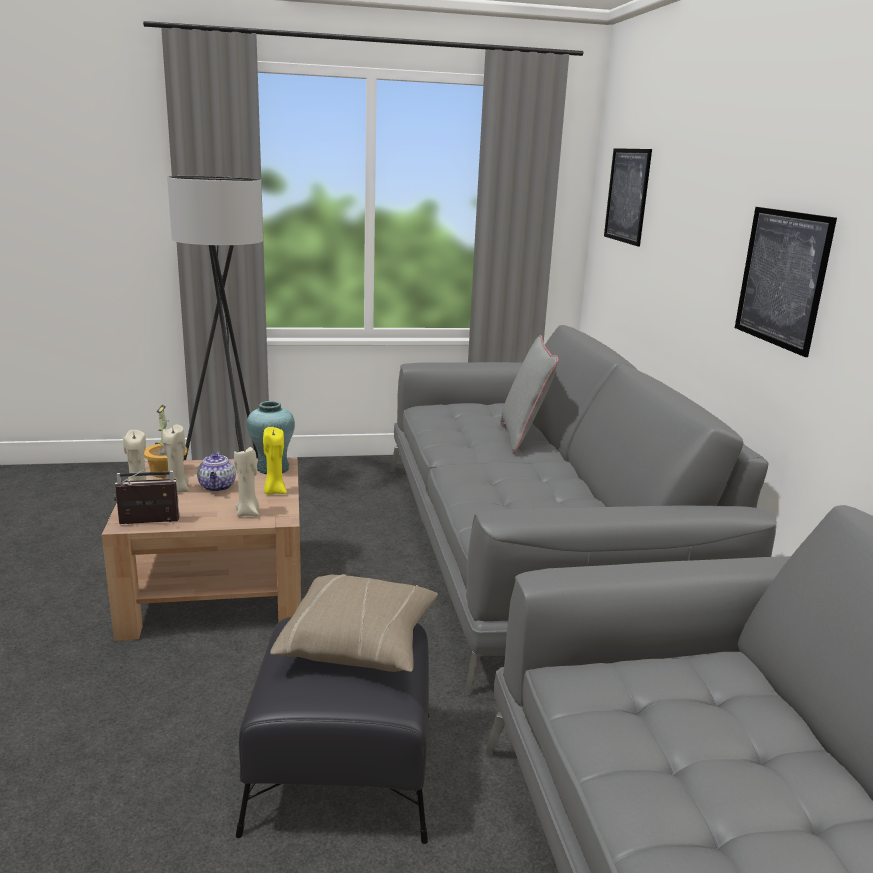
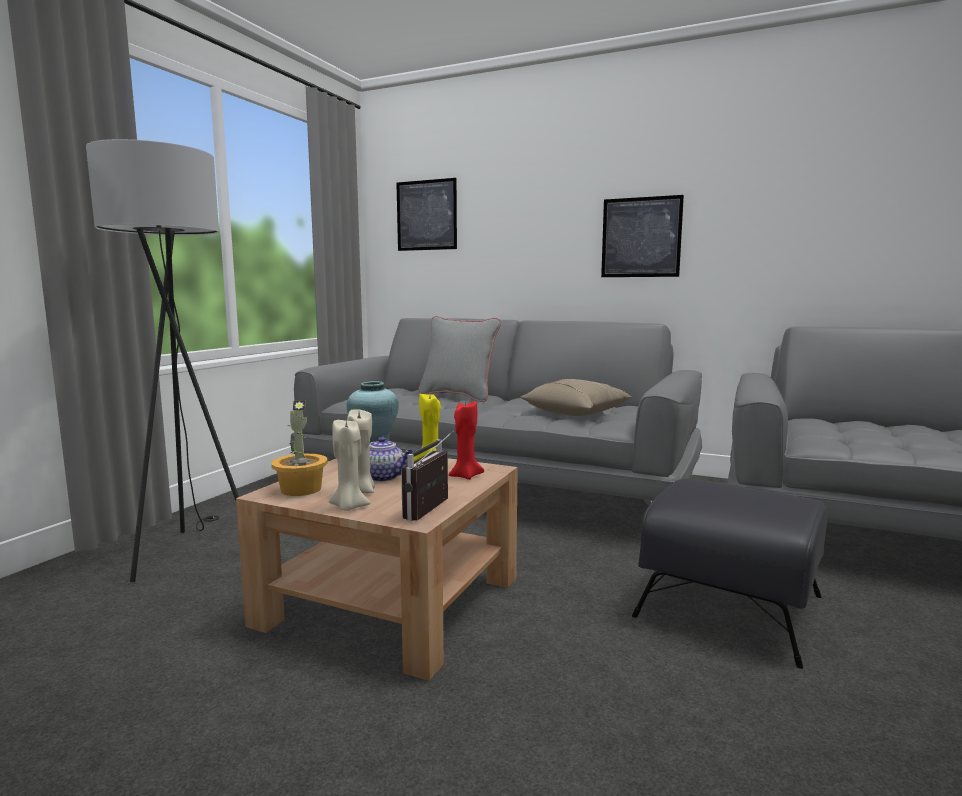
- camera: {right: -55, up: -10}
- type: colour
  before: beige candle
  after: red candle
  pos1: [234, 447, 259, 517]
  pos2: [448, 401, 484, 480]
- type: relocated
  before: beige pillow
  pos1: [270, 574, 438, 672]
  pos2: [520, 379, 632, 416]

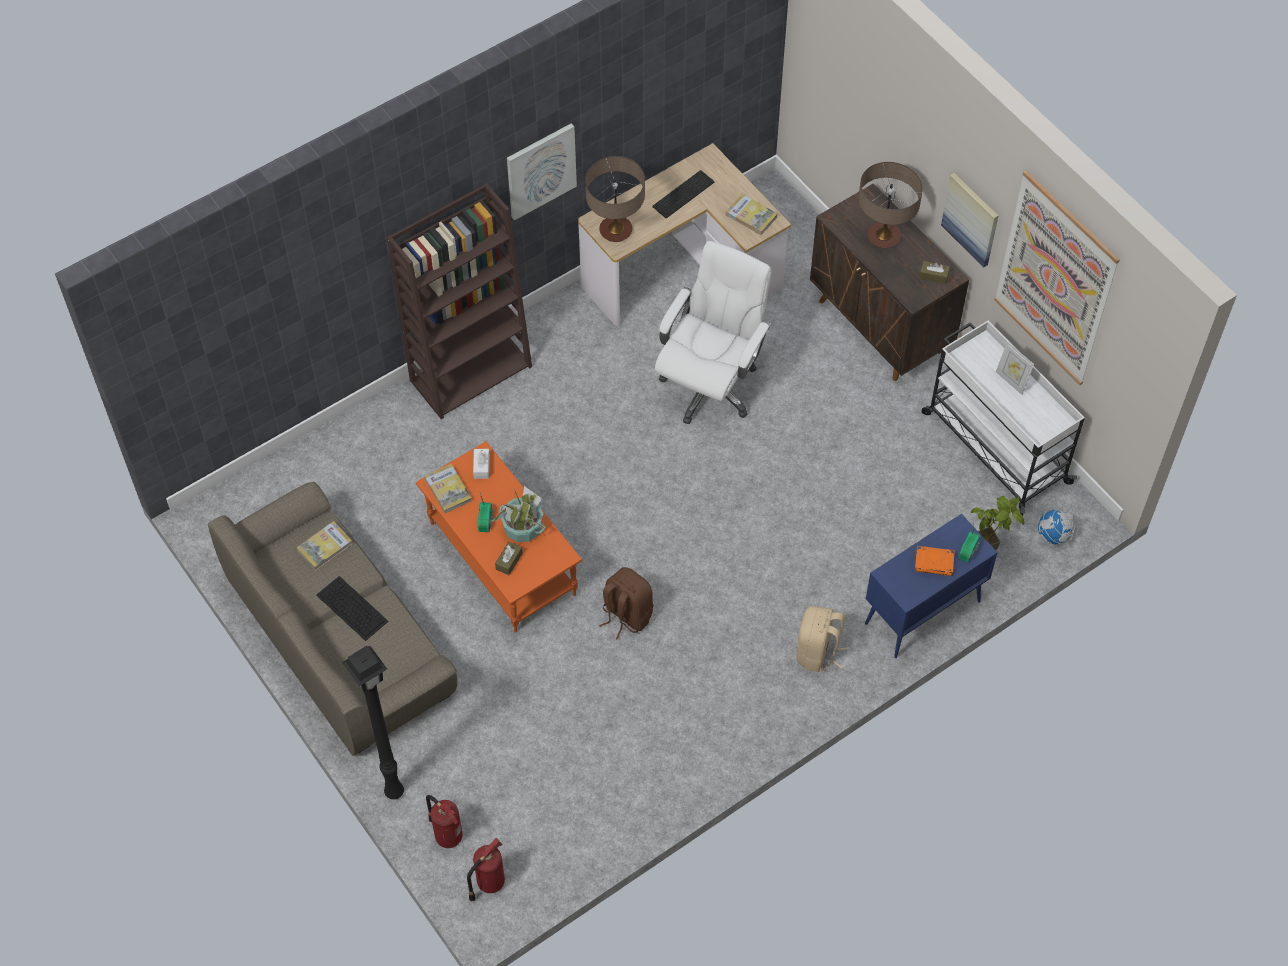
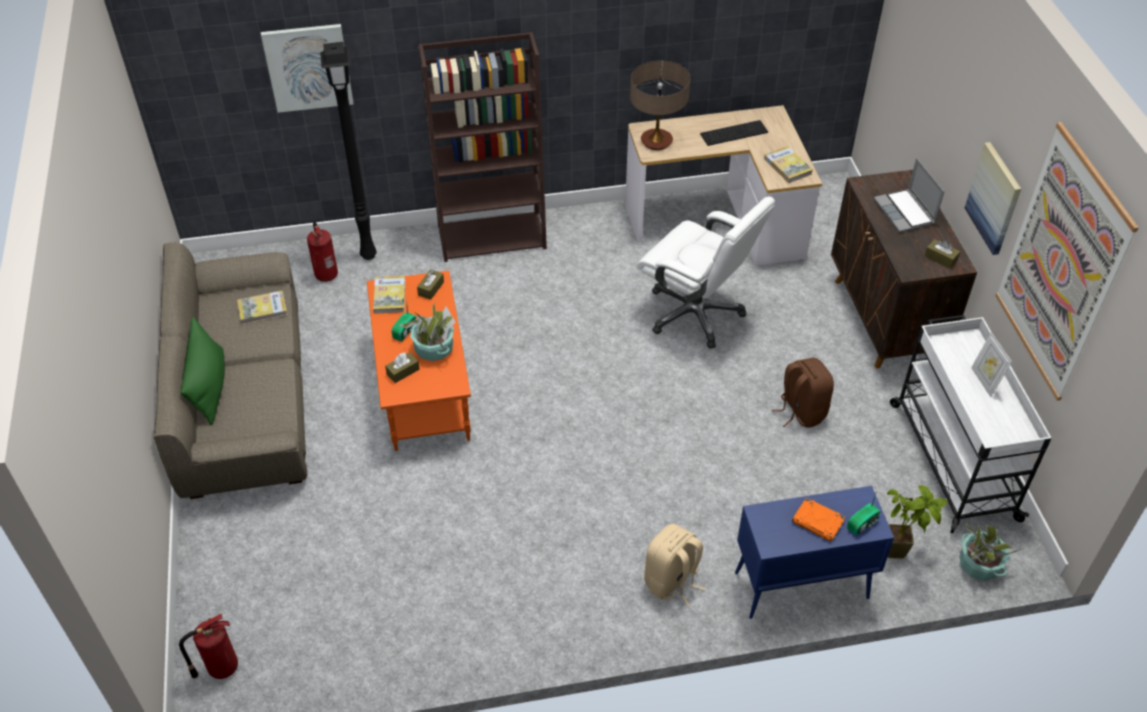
- camera: {right: 25, up: -10}
- type: missing
  before: keyboard
  pos1: [316, 576, 389, 641]
- type: relocated
  before: black floor lamp
  pos1: [342, 646, 404, 799]
  pos2: [320, 42, 377, 260]
- type: relocated
  before: fire extinguisher
  pos1: [426, 795, 463, 848]
  pos2: [307, 222, 338, 282]
- type: colour
  before: white tissue box
  after: brown tissue box
  pos1: [473, 449, 490, 479]
  pos2: [417, 269, 444, 300]
- type: relocated
  before: picture
  pos1: [507, 123, 577, 220]
  pos2: [261, 24, 354, 113]
- type: relocated
  before: brown backpack
  pos1: [599, 567, 653, 640]
  pos2: [772, 358, 834, 428]
- type: spun
  before: white office chair
  pos1: [655, 241, 771, 424]
  pos2: [637, 196, 775, 349]
  turn: 75
- type: exchanged
  before: table lamp
  after: laptop
  pos1: [858, 162, 923, 248]
  pos2: [874, 158, 944, 232]
- type: exchanged
  before: globe
  after: potted plant
  pos1: [1038, 508, 1075, 544]
  pos2: [959, 523, 1022, 581]
- type: appeared
  after: green pillow
  pos2: [180, 317, 225, 425]

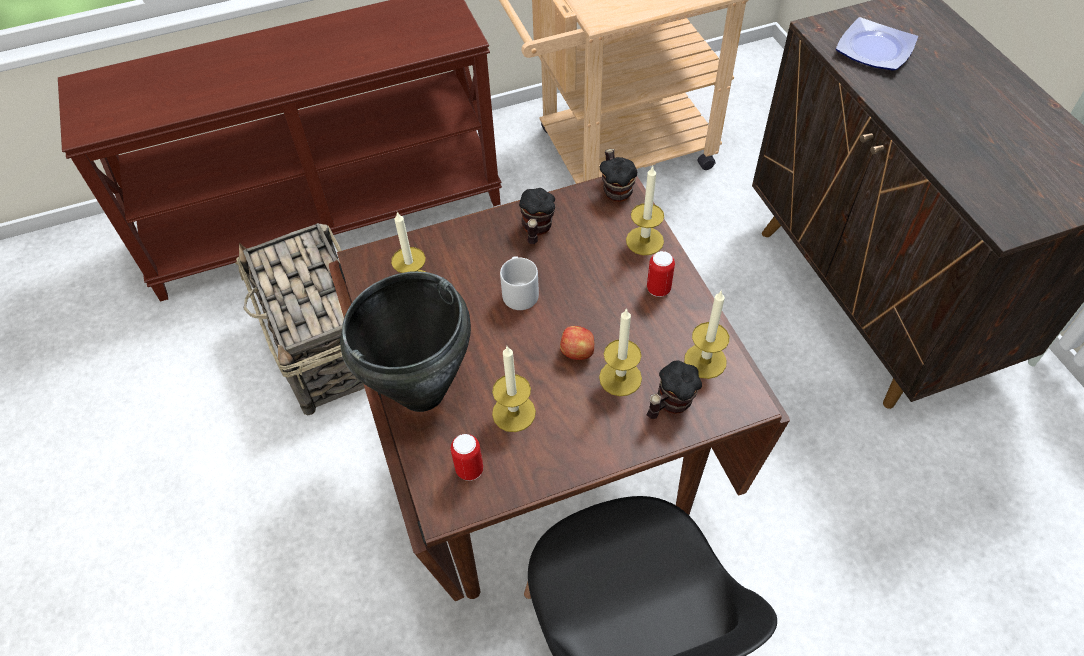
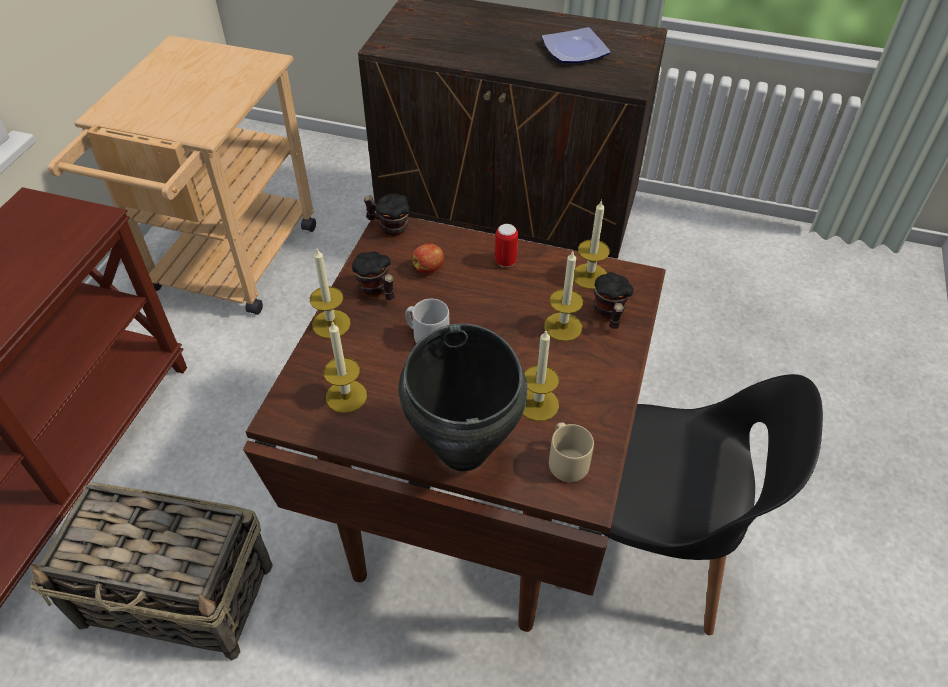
- camera: {right: -55, up: -5}
- type: exchanged
  before: can
  after: beige mug
  pos1: [451, 434, 483, 481]
  pos2: [549, 422, 594, 482]
- type: relocated
  before: apple
  pos1: [560, 326, 594, 360]
  pos2: [411, 244, 444, 273]
- type: relocated
  before: candle
  pos1: [626, 166, 664, 255]
  pos2: [310, 249, 351, 339]
- type: relocated
  before: plate
  pos1: [836, 17, 918, 71]
  pos2: [542, 27, 611, 63]

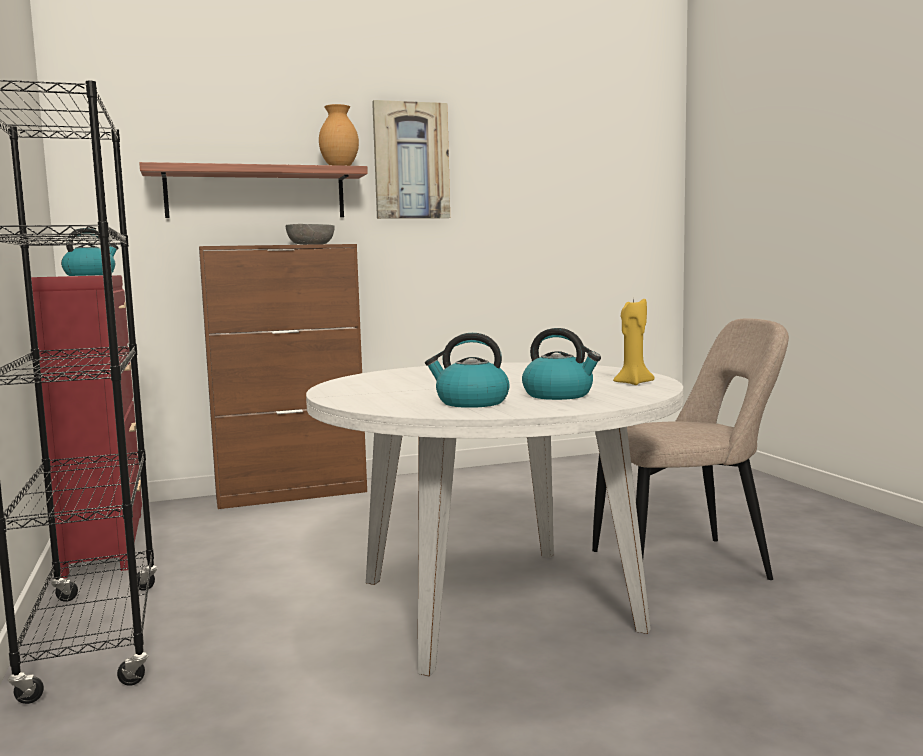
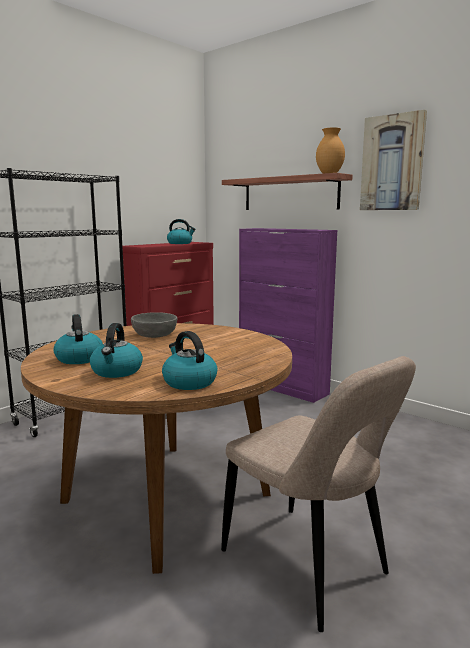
- camera: {right: 60, up: 5}
- type: colour
  before: brown cabinet
  after: purple cabinet
  pos1: [199, 244, 367, 509]
  pos2: [239, 228, 337, 403]
- type: relocated
  before: grey bowl
  pos1: [286, 224, 334, 245]
  pos2: [131, 312, 177, 338]
- type: colour
  before: white dining table
  after: brown dining table
  pos1: [306, 362, 683, 676]
  pos2: [21, 323, 292, 574]
- type: exchanged
  before: yellow candle
  after: kettle
  pos1: [613, 296, 655, 385]
  pos2: [162, 331, 217, 390]

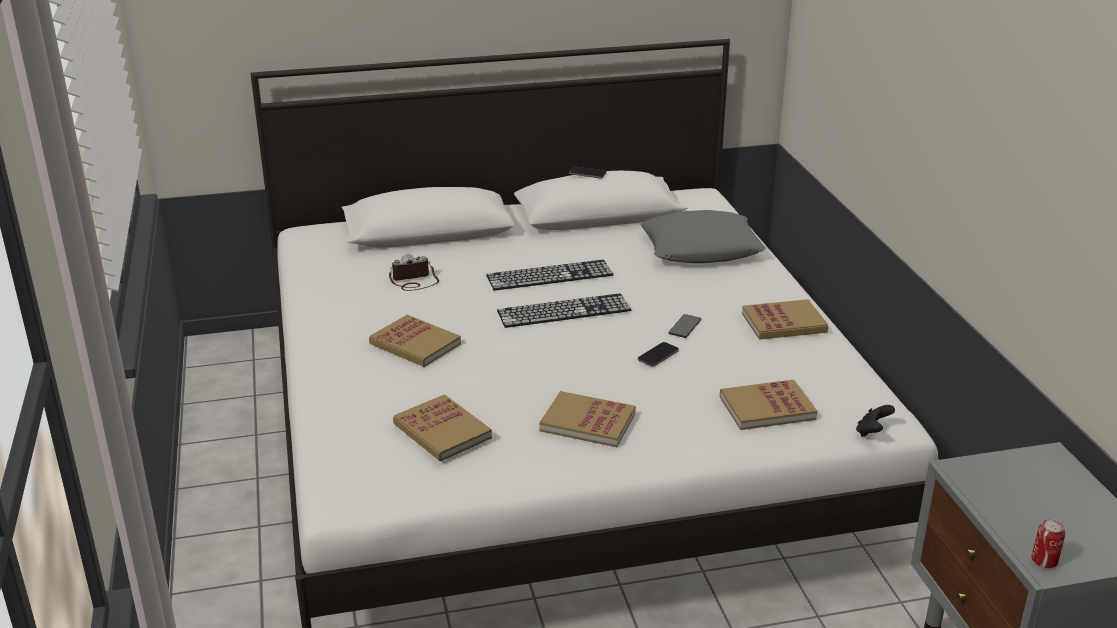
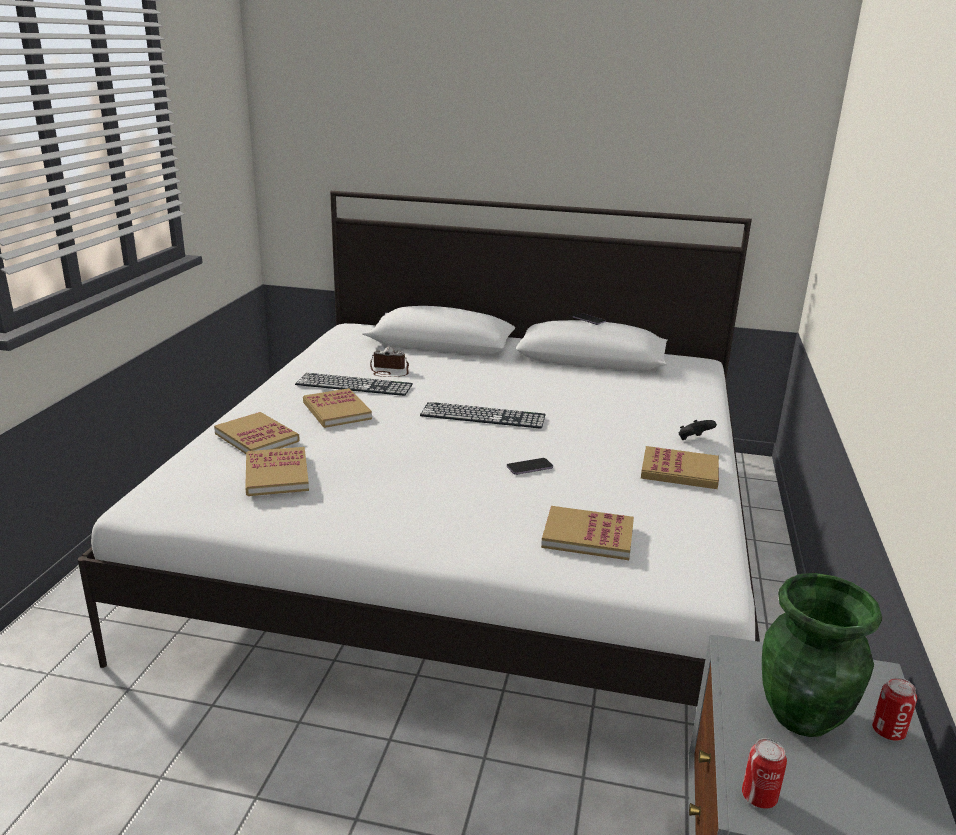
- camera: {right: 25, up: -5}
- type: relocated
  before: keyboard
  pos1: [486, 260, 614, 291]
  pos2: [295, 373, 413, 396]
- type: relocated
  before: book
  pos1: [539, 391, 636, 447]
  pos2: [214, 412, 300, 454]
- type: missing
  before: grey pillow
  pos1: [640, 210, 766, 264]
- type: missing
  before: phone
  pos1: [669, 314, 701, 338]
- type: relocated
  before: black game controller
  pos1: [856, 405, 895, 437]
  pos2: [679, 420, 717, 440]
- type: appeared
  after: green vase
  pos2: [762, 573, 882, 737]
- type: appeared
  after: can
  pos2: [872, 677, 917, 741]

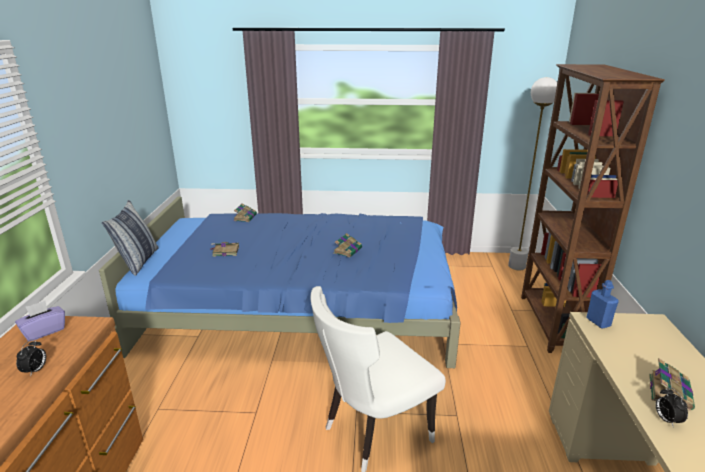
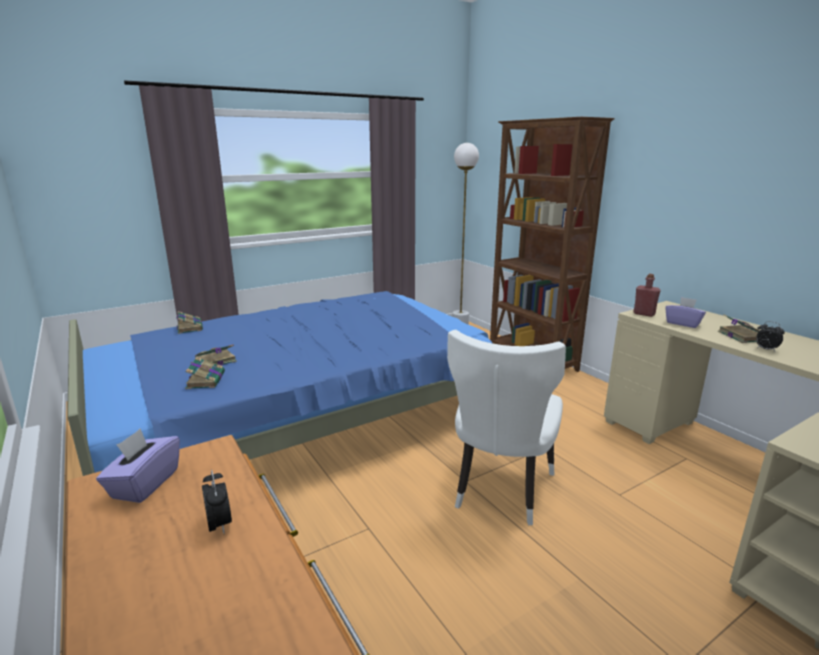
- camera: {right: -35, up: -5}
- type: missing
  before: pillow
  pos1: [102, 200, 158, 276]
- type: relocated
  before: book
  pos1: [333, 233, 362, 257]
  pos2: [185, 357, 225, 389]
- type: colour
  before: blue bottle
  after: red bottle
  pos1: [586, 280, 619, 329]
  pos2: [634, 274, 661, 317]
- type: appeared
  after: purple tissue box
  pos2: [665, 297, 706, 328]

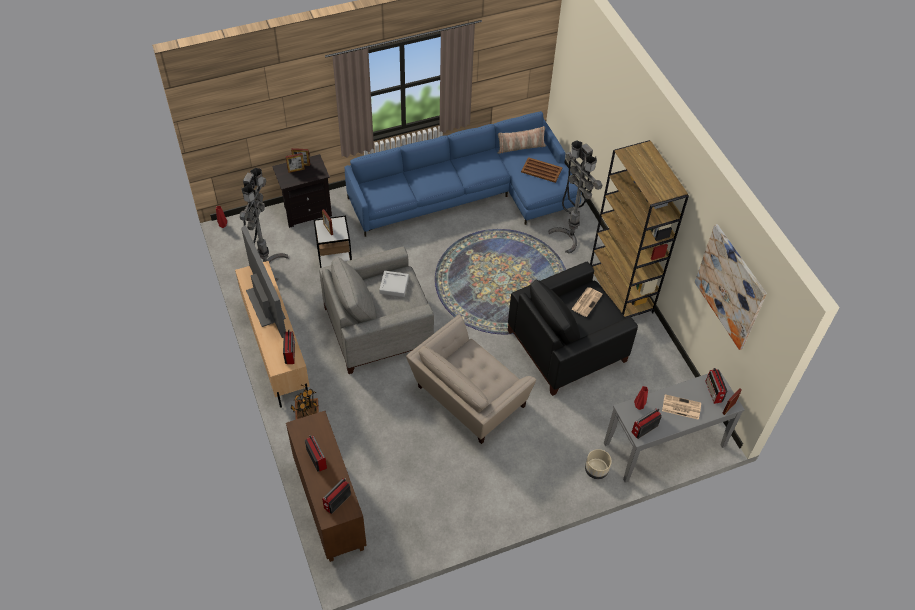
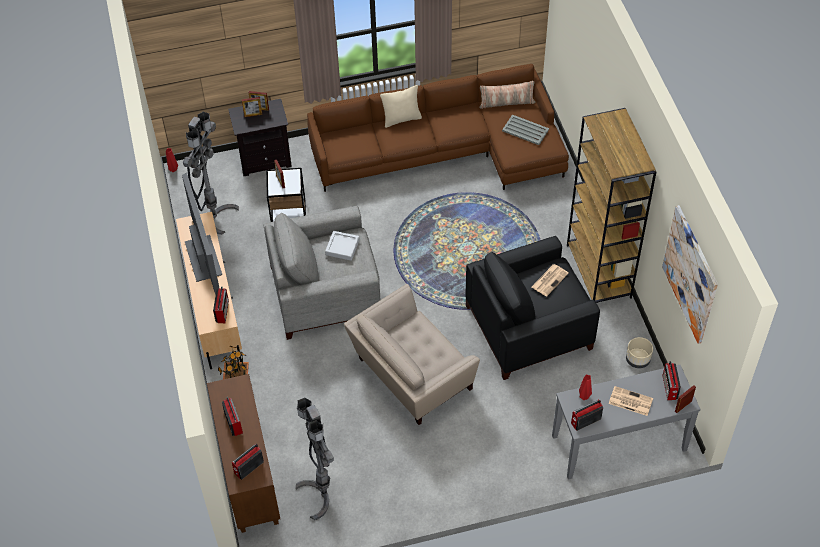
- camera: {right: 10, up: 0}
- type: colour
  before: blue sofa
  after: brown sofa
  pos1: [345, 111, 582, 237]
  pos2: [307, 64, 569, 192]
- type: colour
  before: brown tray
  after: grey tray
  pos1: [521, 157, 562, 183]
  pos2: [502, 115, 549, 145]
- type: relocated
  before: grey floor lamp
  pos1: [549, 140, 602, 253]
  pos2: [296, 398, 334, 520]
- type: relocated
  before: beige planter
  pos1: [585, 449, 612, 479]
  pos2: [626, 337, 653, 369]
- type: appeared
  after: beige pillow
  pos2: [380, 85, 422, 128]

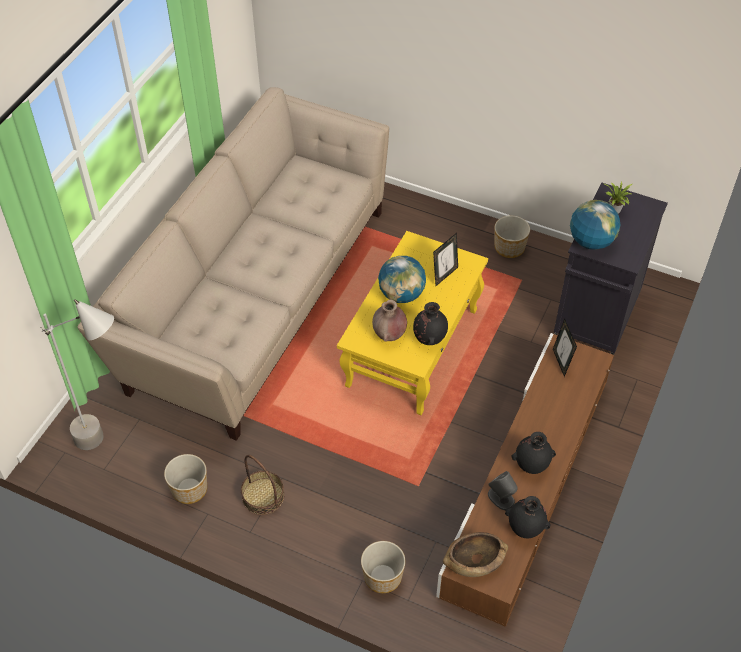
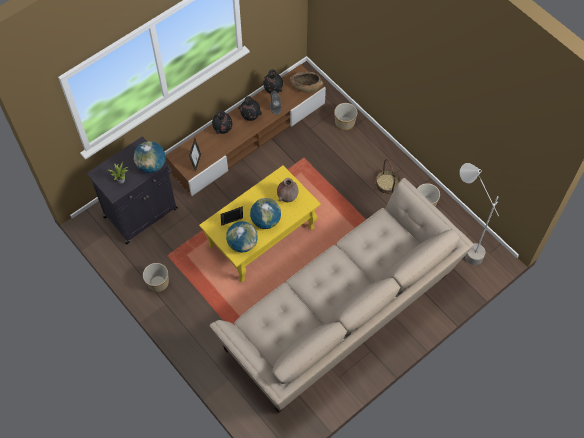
- camera: {right: -155, up: 10}
- type: relocated
  before: black vase
  pos1: [413, 302, 448, 345]
  pos2: [212, 110, 233, 134]
- type: appeared
  after: globe
  pos2: [226, 221, 258, 253]

